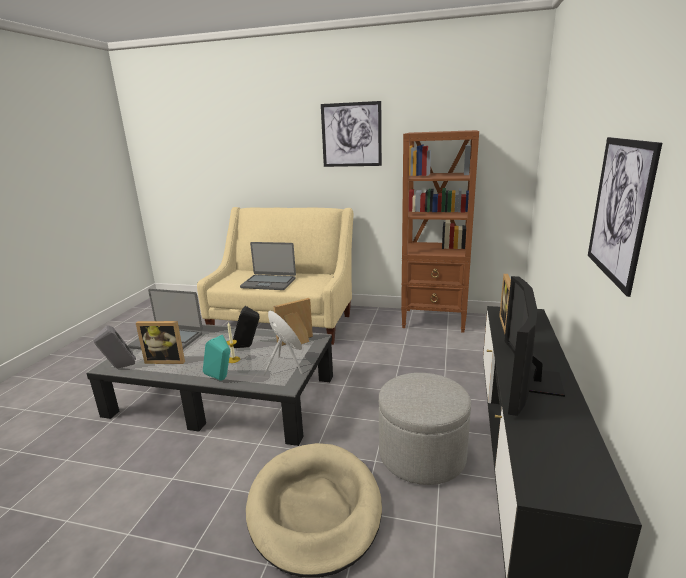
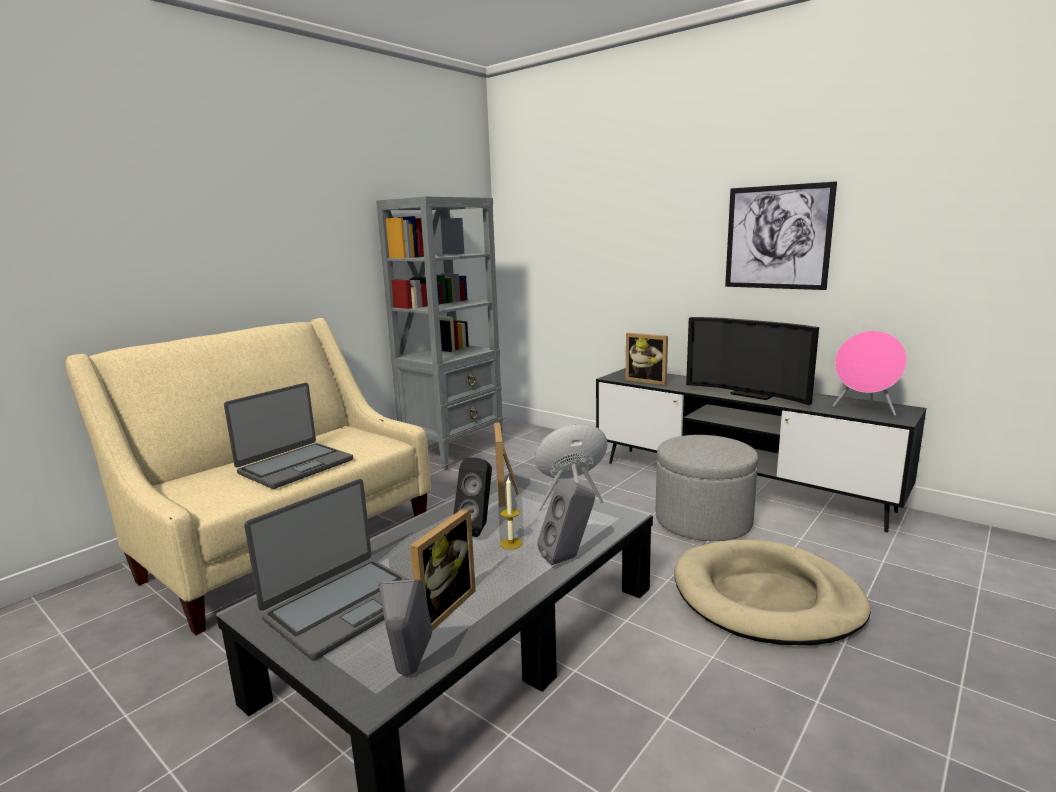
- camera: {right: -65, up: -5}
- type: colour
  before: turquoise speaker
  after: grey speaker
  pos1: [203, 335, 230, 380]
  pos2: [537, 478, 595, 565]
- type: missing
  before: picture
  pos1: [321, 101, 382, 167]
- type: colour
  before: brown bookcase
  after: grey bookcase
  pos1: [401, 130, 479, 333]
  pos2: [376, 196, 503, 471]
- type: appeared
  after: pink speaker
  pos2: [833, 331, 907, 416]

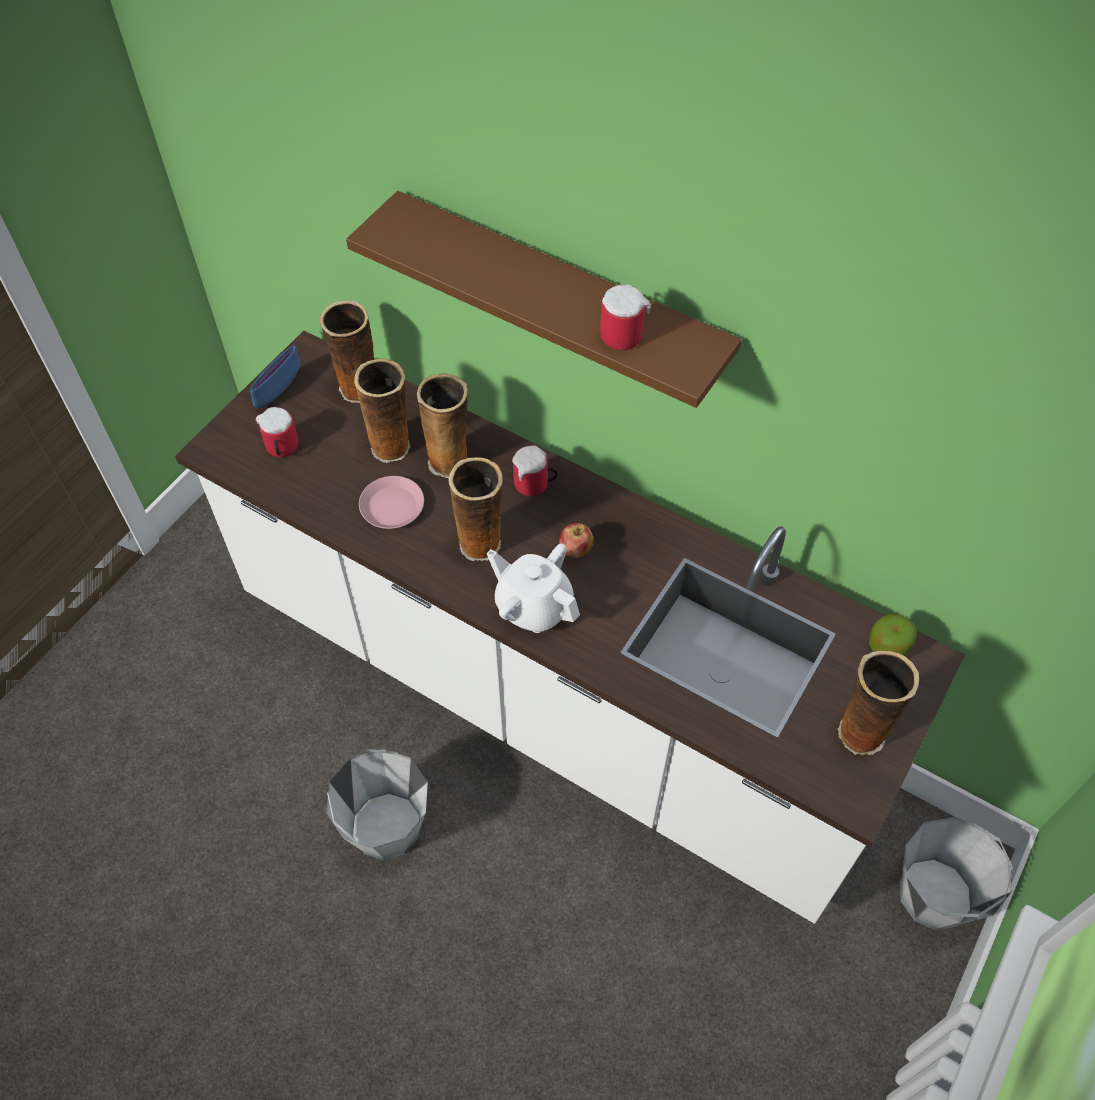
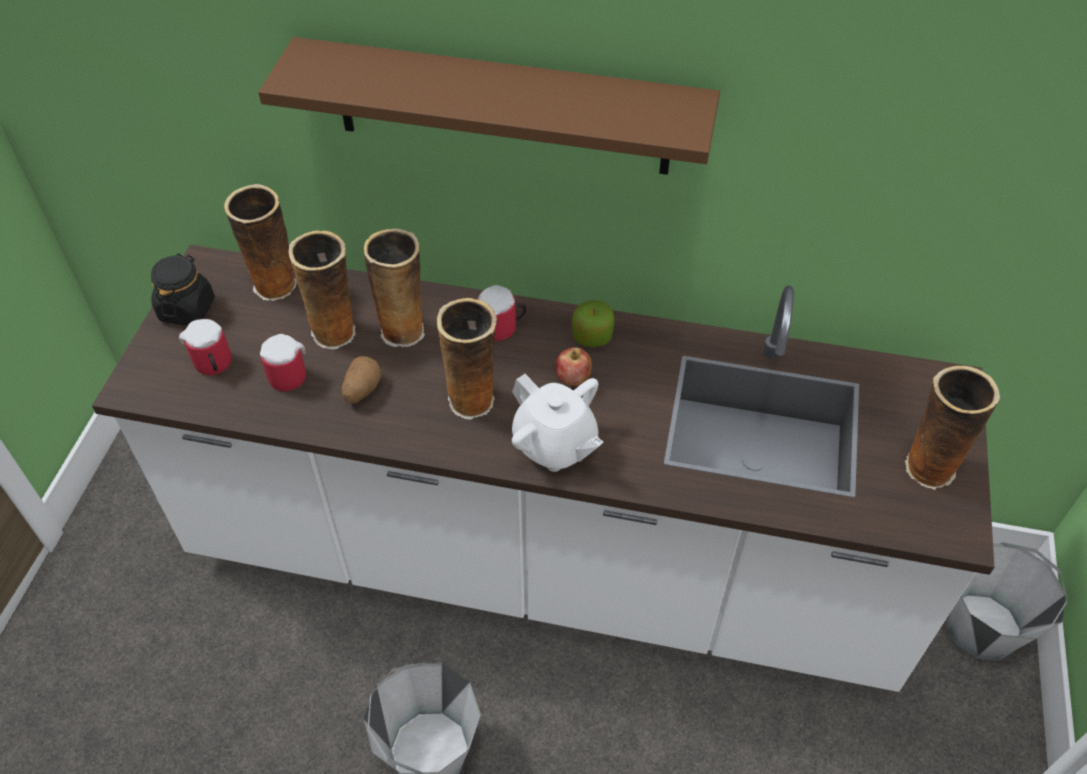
- camera: {right: -20, up: -5}
- type: exchanged
  before: blue bowl
  after: black jar
  pos1: [250, 346, 300, 408]
  pos2: [151, 254, 215, 325]
- type: exchanged
  before: pink plate
  after: potato
  pos1: [359, 476, 424, 529]
  pos2: [342, 356, 381, 404]
- type: spun
  before: white teapot
  pos1: [487, 544, 580, 633]
  pos2: [512, 374, 603, 472]
  turn: -150
- type: relocated
  before: mug
  pos1: [600, 284, 651, 350]
  pos2: [260, 334, 306, 391]
- type: relocated
  before: apple
  pos1: [869, 614, 917, 657]
  pos2: [572, 300, 615, 347]

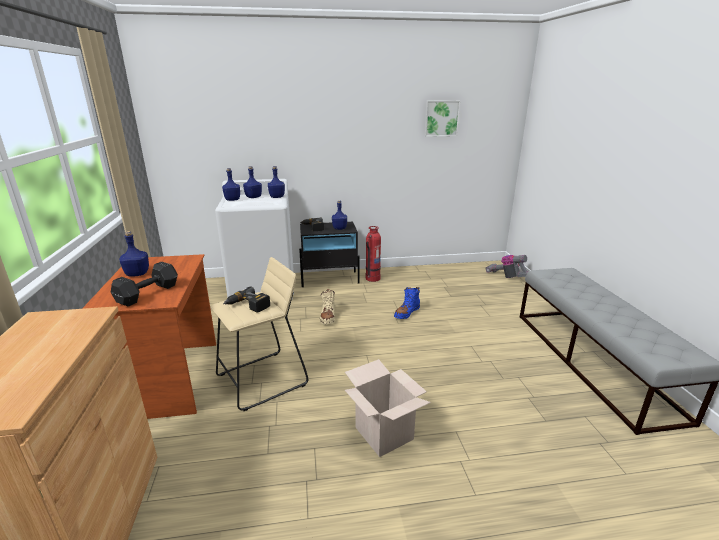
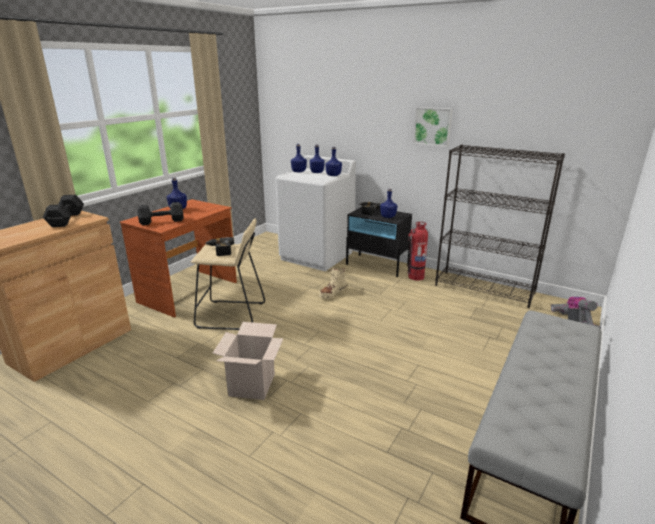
- camera: {right: 40, up: 0}
- type: missing
  before: blue boot
  pos1: [394, 287, 420, 319]
- type: relocated
  before: picture
  pos1: [424, 101, 460, 137]
  pos2: [413, 107, 453, 147]
- type: appeared
  after: black dumbbell
  pos2: [43, 195, 84, 227]
- type: appeared
  after: black bookcase
  pos2: [435, 145, 565, 308]

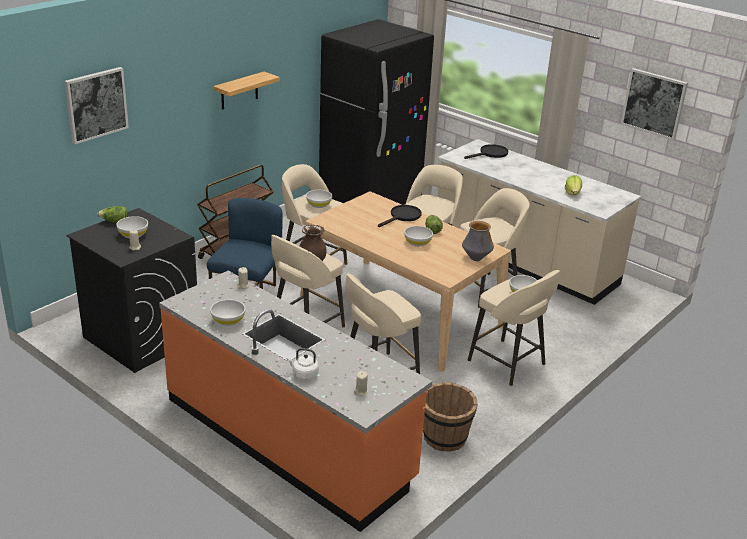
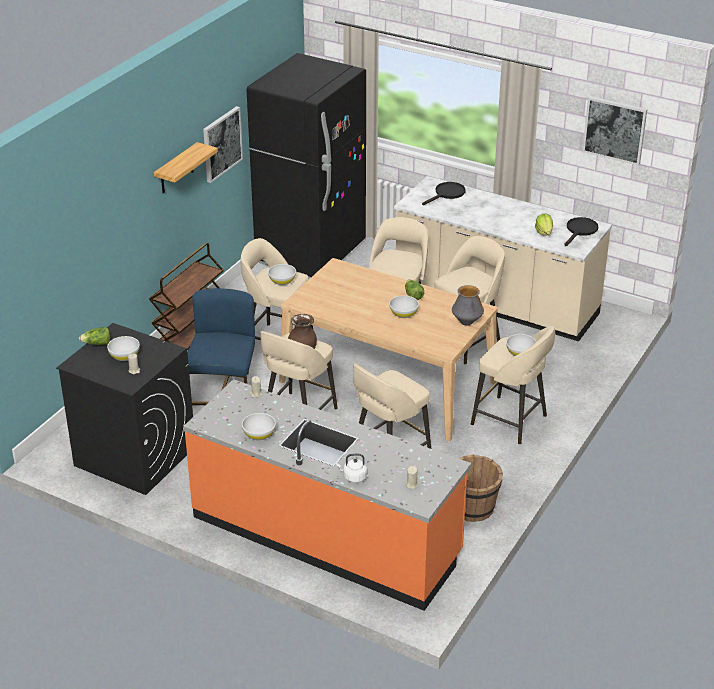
- camera: {right: -10, up: 5}
- type: relocated
  before: picture
  pos1: [64, 67, 129, 144]
  pos2: [203, 106, 243, 183]
- type: relocated
  before: black frying pan
  pos1: [378, 205, 422, 227]
  pos2: [564, 217, 598, 246]

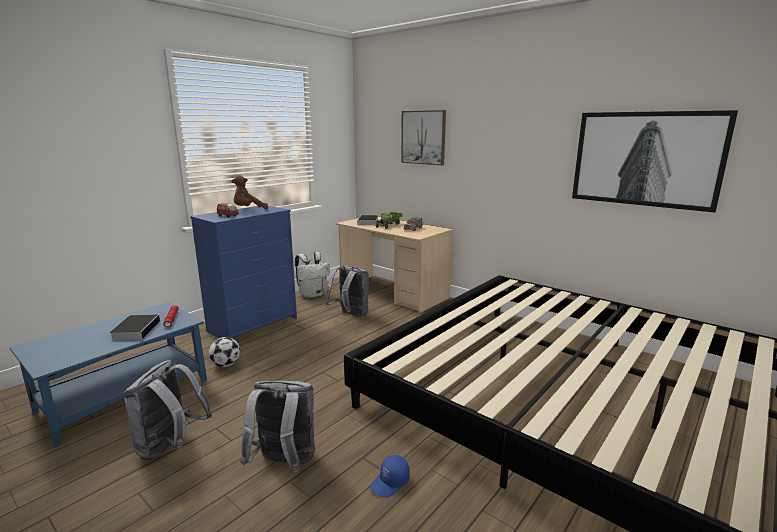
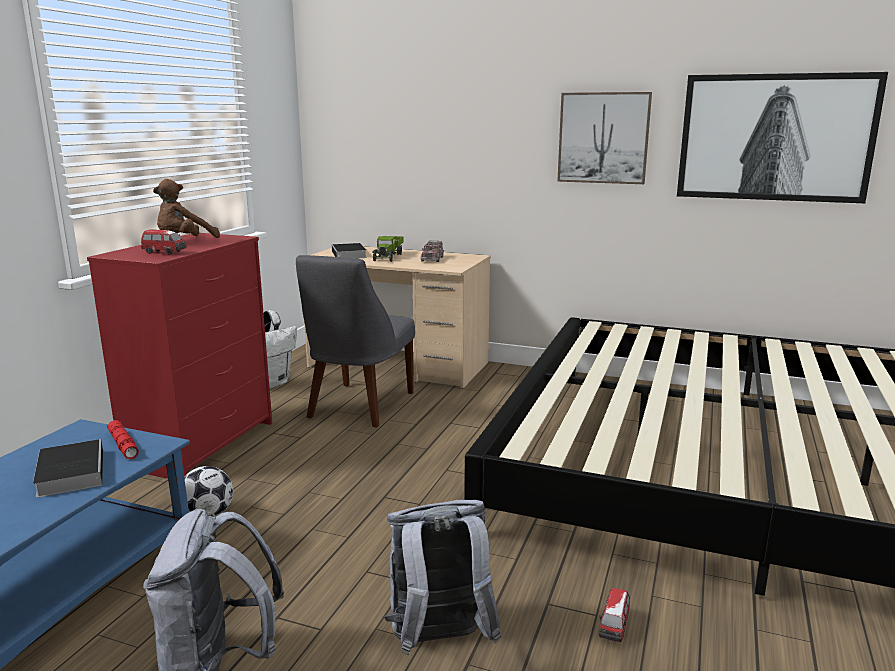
- camera: {right: -20, up: 0}
- type: colour
  before: blue dresser
  after: red dresser
  pos1: [190, 206, 297, 338]
  pos2: [87, 233, 272, 479]
- type: exchanged
  before: grey backpack
  after: grey chair
  pos1: [325, 265, 369, 317]
  pos2: [296, 255, 415, 427]
- type: exchanged
  before: blue cap
  after: toy car
  pos1: [370, 455, 410, 497]
  pos2: [599, 588, 630, 642]
- type: relocated
  before: picture
  pos1: [401, 110, 446, 165]
  pos2: [557, 92, 652, 184]

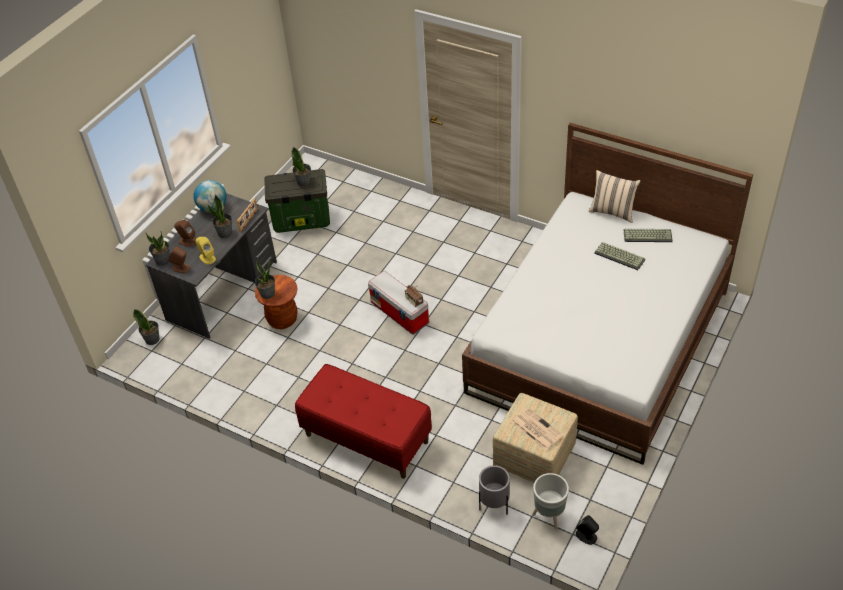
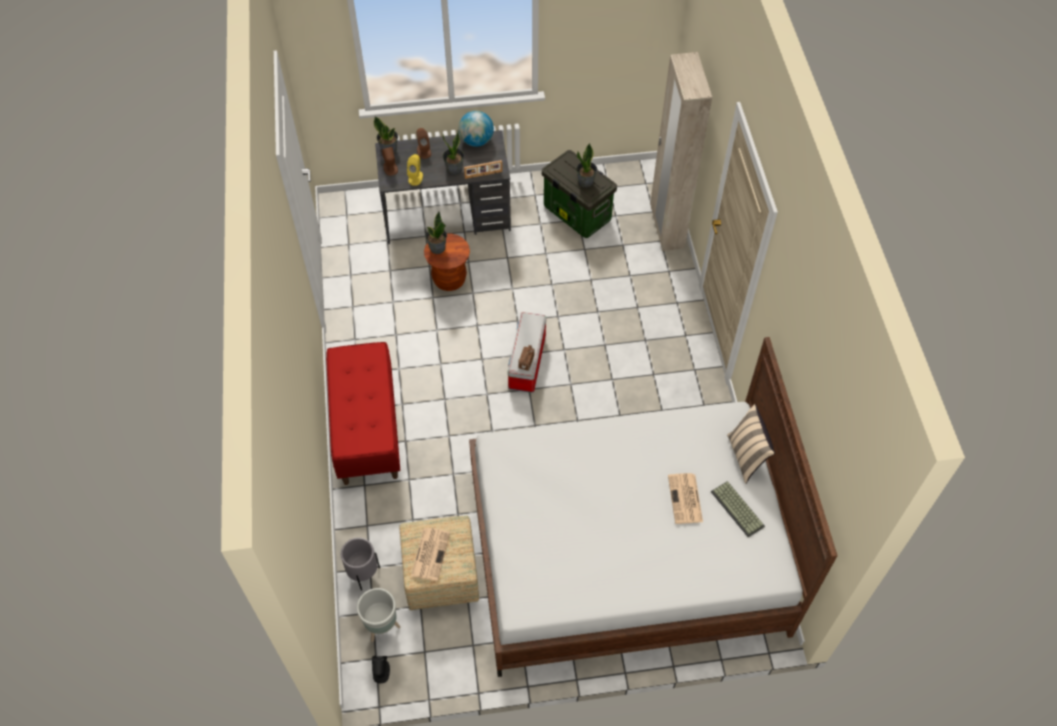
- camera: {right: 50, up: 10}
- type: missing
  before: potted plant
  pos1: [133, 309, 160, 345]
- type: exchanged
  before: keyboard
  after: newspaper
  pos1: [594, 242, 645, 270]
  pos2: [668, 473, 703, 524]
- type: appeared
  after: beige wardrobe
  pos2: [650, 52, 712, 251]

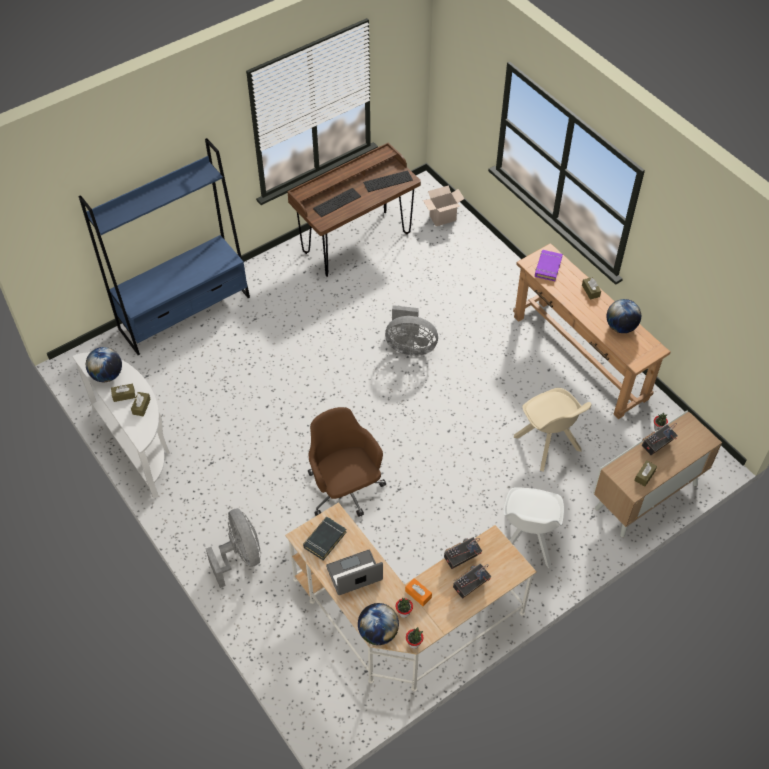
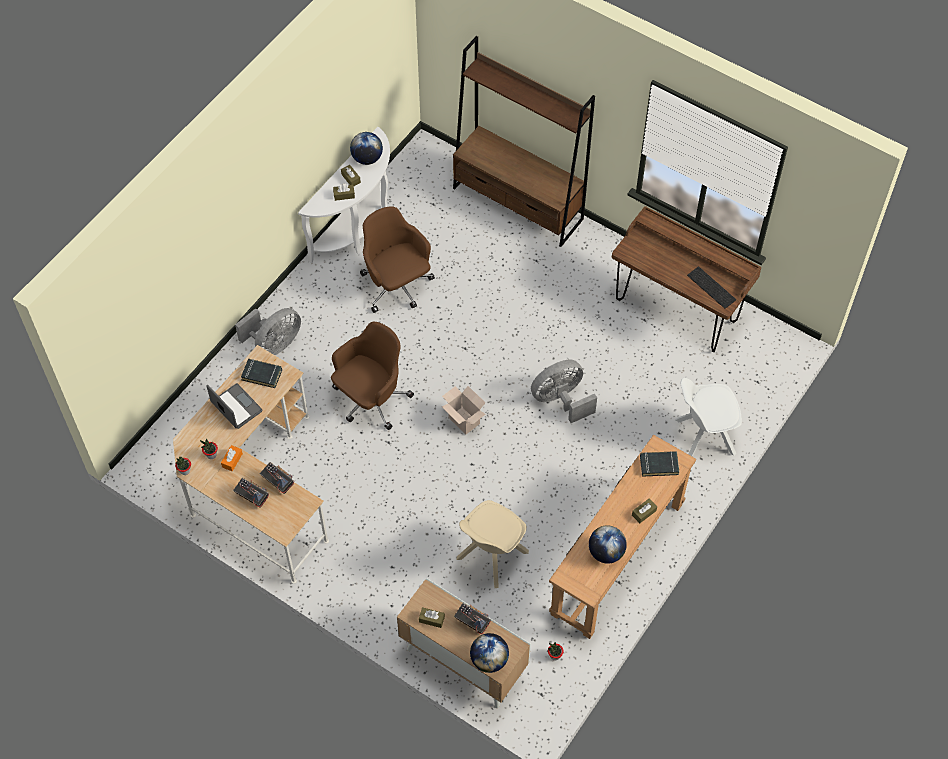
- camera: {right: 70, up: 5}
- type: colour
  before: blue bookcase
  after: brown bookcase
  pos1: [79, 138, 250, 355]
  pos2: [453, 36, 595, 247]
- type: missing
  before: keyboard
  pos1: [313, 188, 361, 217]
- type: relocated
  before: globe
  pos1: [358, 603, 399, 645]
  pos2: [470, 633, 509, 673]
- type: spun
  before: grey fan
  pos1: [385, 305, 438, 356]
  pos2: [531, 360, 597, 423]
  turn: 75
- type: relocated
  before: cardboard box
  pos1: [423, 185, 465, 226]
  pos2: [442, 386, 486, 434]
- type: relocated
  before: white chair
  pos1: [504, 487, 564, 568]
  pos2: [676, 378, 742, 456]
- type: colour
  before: purple book
  after: black book
  pos1: [535, 250, 563, 281]
  pos2: [640, 451, 679, 477]
- type: appeared
  after: brown office chair
  pos2: [360, 206, 435, 313]

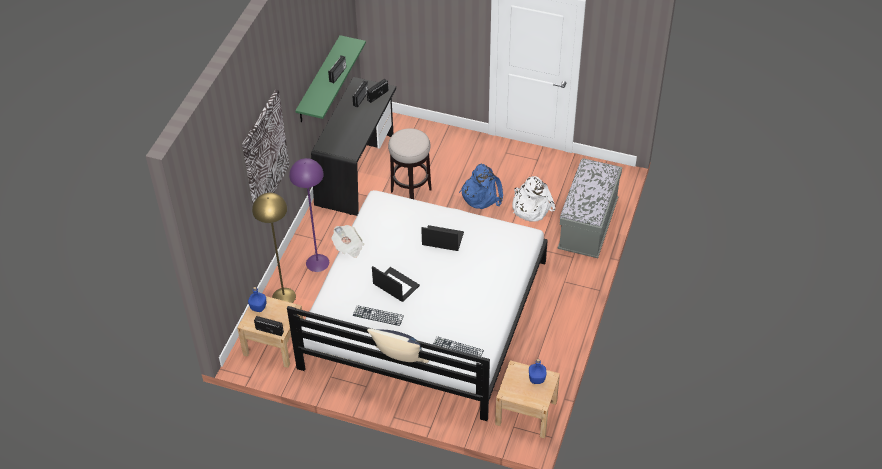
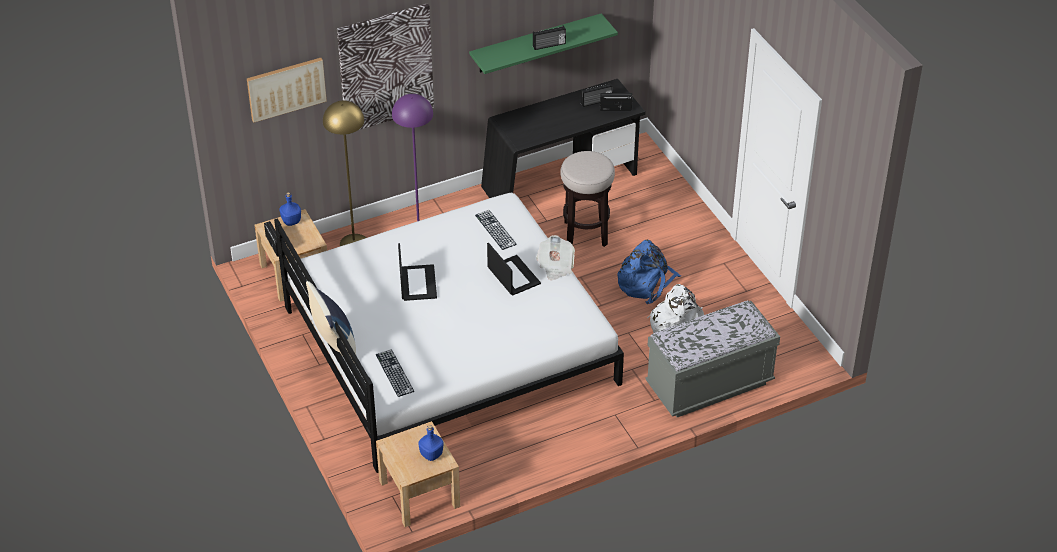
- camera: {right: 45, up: -5}
- type: relocated
  before: newspaper
  pos1: [331, 225, 364, 258]
  pos2: [536, 235, 575, 280]
- type: relocated
  before: keyboard
  pos1: [353, 305, 404, 326]
  pos2: [475, 210, 517, 250]
- type: appeared
  after: picture
  pos2: [247, 58, 327, 123]

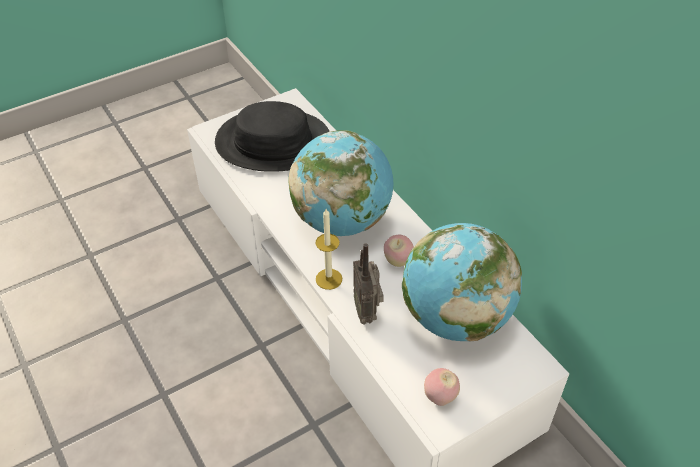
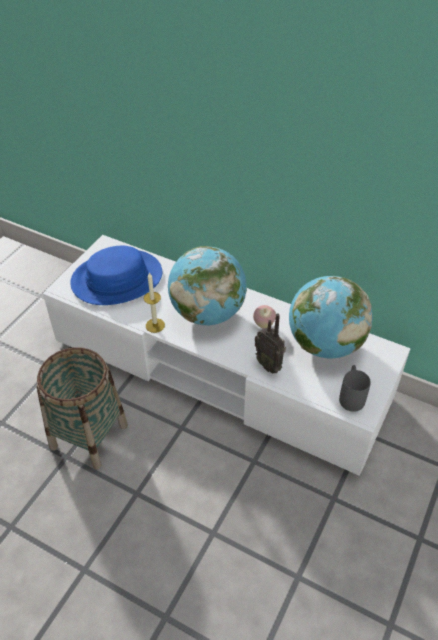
- camera: {right: -30, up: 0}
- type: colour
  before: black hat
  after: blue hat
  pos1: [215, 101, 329, 172]
  pos2: [70, 246, 162, 305]
- type: relocated
  before: candle
  pos1: [315, 209, 342, 290]
  pos2: [144, 272, 165, 333]
- type: exchanged
  before: apple
  after: grey mug
  pos1: [424, 368, 460, 406]
  pos2: [339, 365, 371, 412]
- type: appeared
  after: basket
  pos2: [37, 347, 128, 470]

